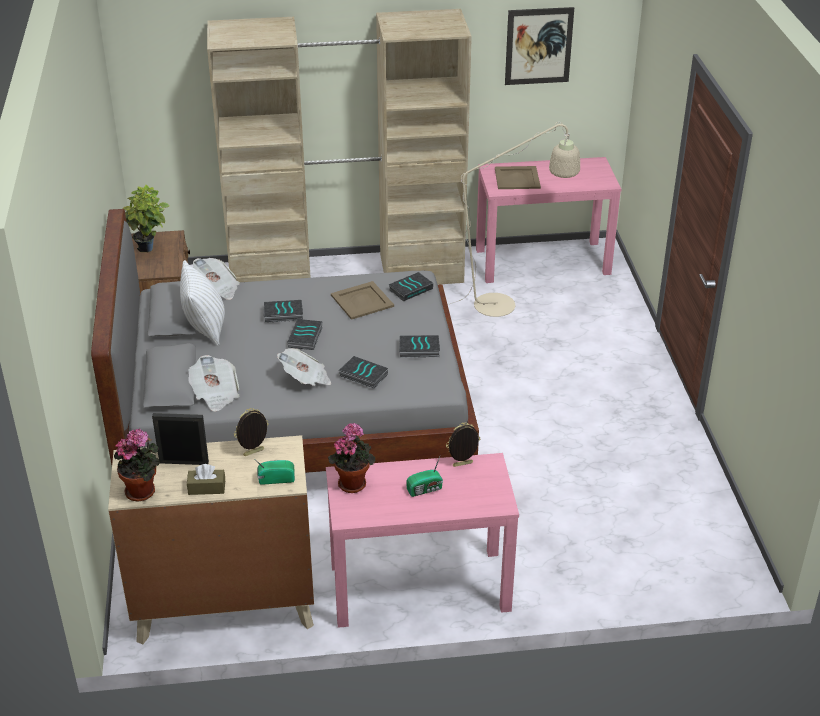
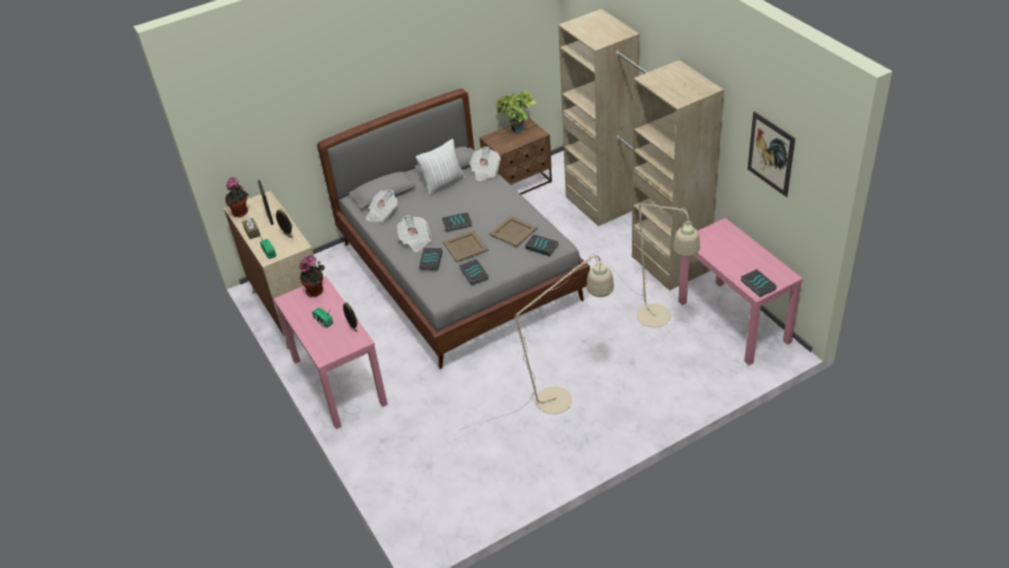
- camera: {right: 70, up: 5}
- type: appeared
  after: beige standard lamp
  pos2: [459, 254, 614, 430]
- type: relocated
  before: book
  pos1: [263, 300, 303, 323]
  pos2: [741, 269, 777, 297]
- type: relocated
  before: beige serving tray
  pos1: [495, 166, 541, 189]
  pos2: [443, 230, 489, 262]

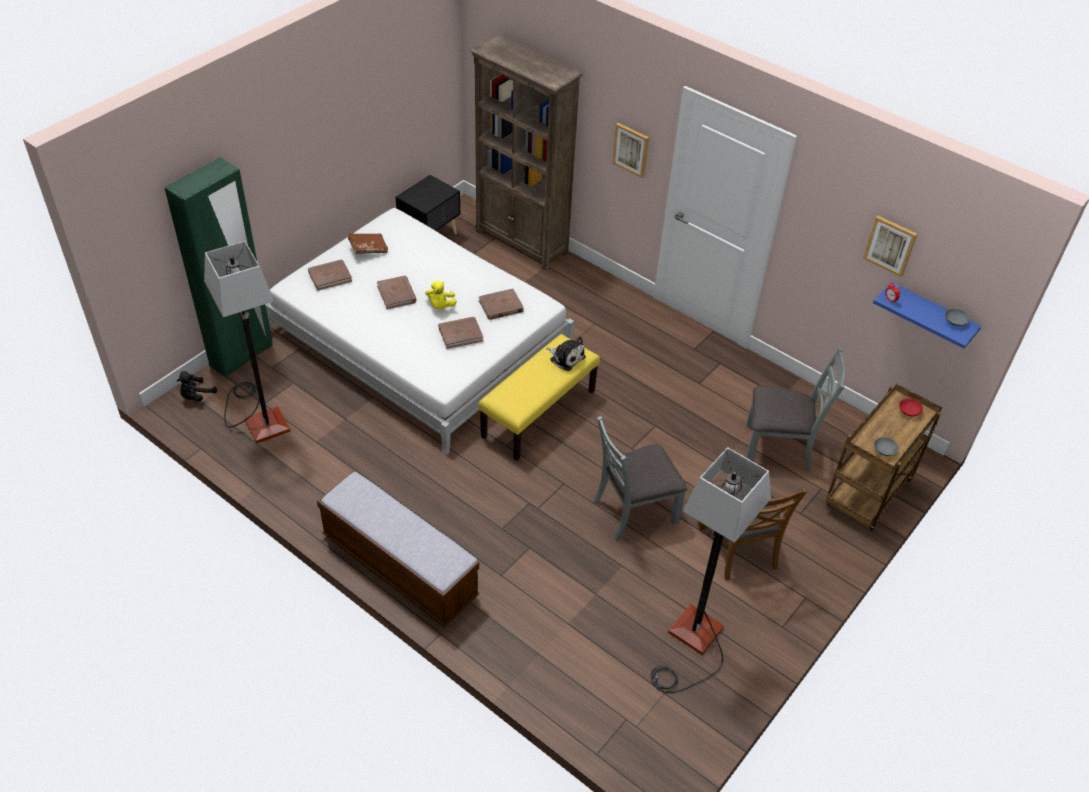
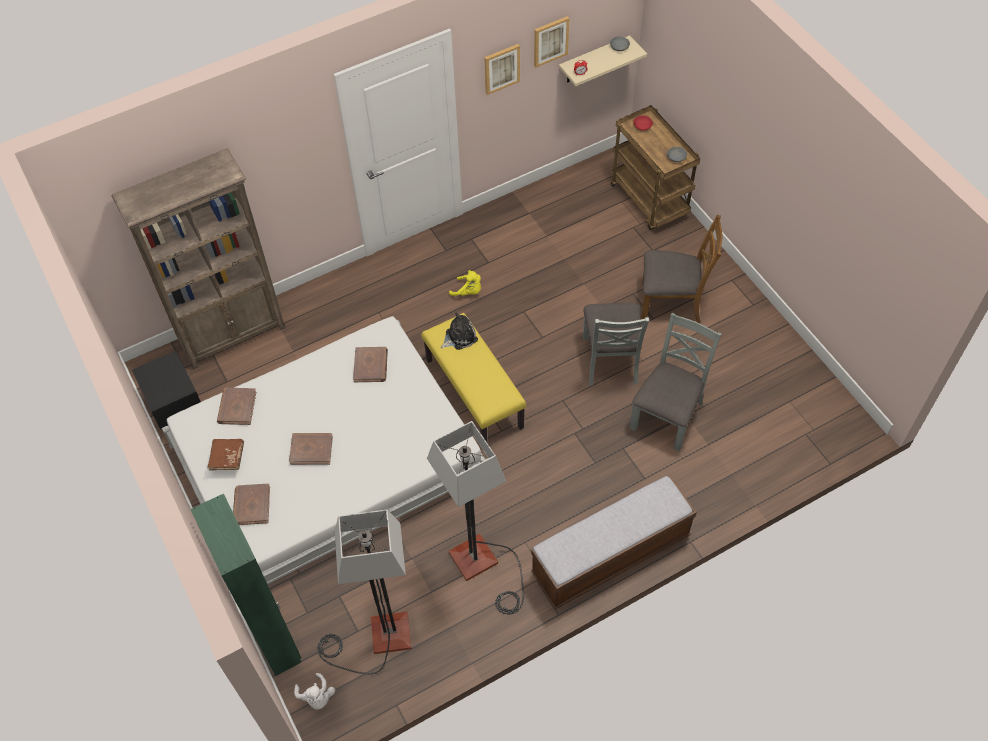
- camera: {right: -65, up: 10}
- type: relocated
  before: yellow-coloured soft toy
  pos1: [425, 281, 457, 309]
  pos2: [449, 270, 481, 296]
- type: relocated
  before: brown book
  pos1: [438, 317, 483, 349]
  pos2: [217, 388, 256, 425]
- type: relocated
  before: wall art
  pos1: [612, 123, 649, 178]
  pos2: [484, 44, 520, 95]
- type: relocated
  before: standard lamp
  pos1: [651, 447, 771, 693]
  pos2: [427, 421, 524, 614]
- type: relocated
  before: gray upright chair
  pos1: [746, 347, 845, 471]
  pos2: [629, 313, 722, 451]
- type: colour
  before: black-coloured soft toy
  after: white soft toy
  pos1: [177, 371, 217, 402]
  pos2: [294, 673, 335, 710]
- type: colour
  before: blue-coloured bracket shelf
  after: beige bracket shelf
  pos1: [873, 282, 982, 349]
  pos2: [559, 35, 647, 86]

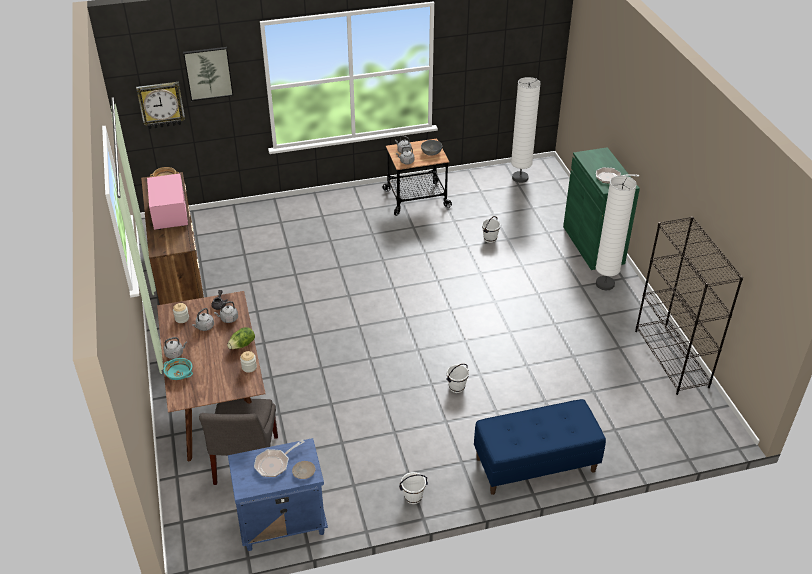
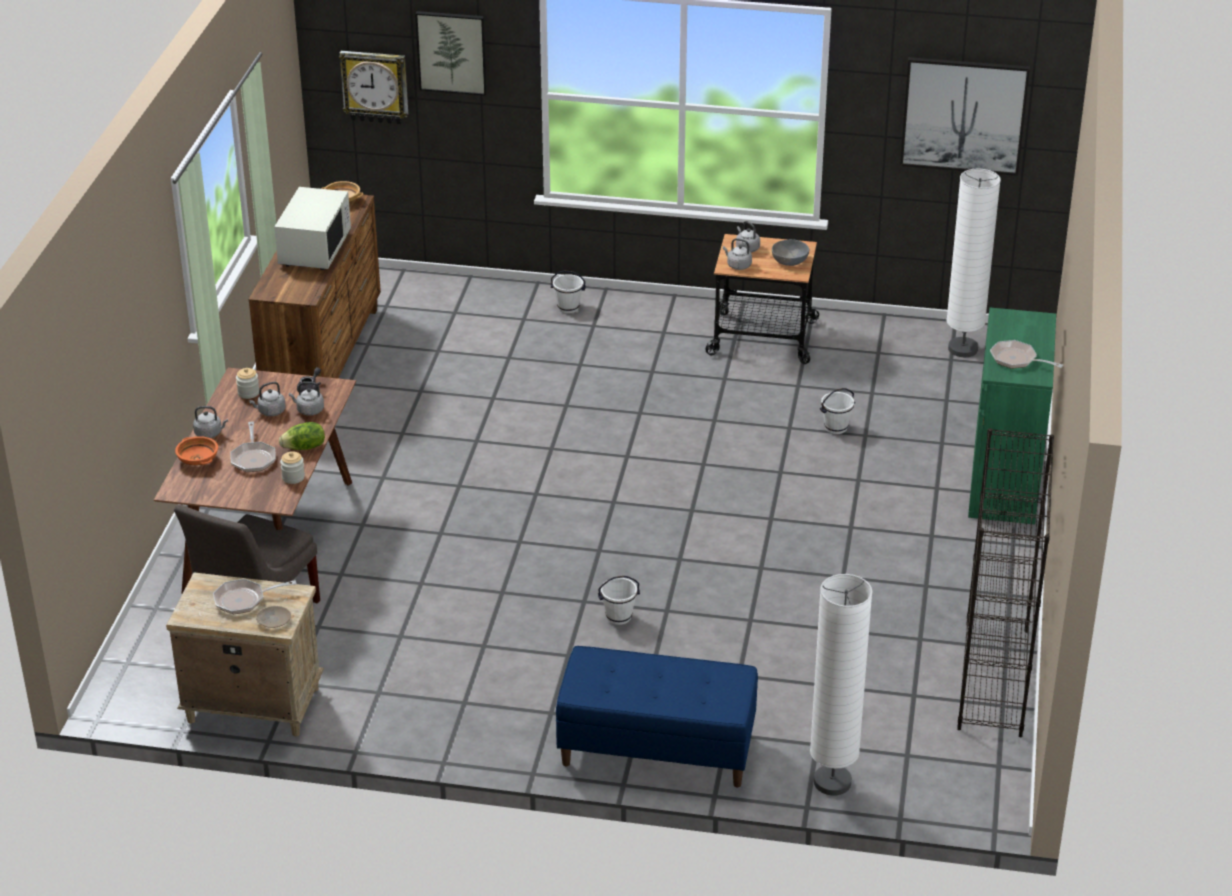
- camera: {right: 25, up: -5}
- type: appeared
  after: pan
  pos2: [230, 421, 276, 472]
- type: appeared
  after: wall art
  pos2: [900, 57, 1030, 176]
- type: relocated
  before: white pail
  pos1: [399, 472, 428, 504]
  pos2: [551, 271, 586, 314]
- type: relocated
  before: white standard lamp
  pos1: [596, 176, 637, 290]
  pos2: [810, 574, 872, 796]
- type: colour
  before: pink microwave
  after: white microwave
  pos1: [147, 173, 188, 230]
  pos2: [274, 187, 351, 270]
- type: colour
  before: turquoise-coloured deep dish
  after: orange-coloured deep dish
  pos1: [163, 358, 193, 380]
  pos2: [175, 436, 218, 465]
- type: colour
  before: blue-coloured nightstand
  after: beige nightstand
  pos1: [228, 438, 328, 551]
  pos2: [166, 572, 324, 736]

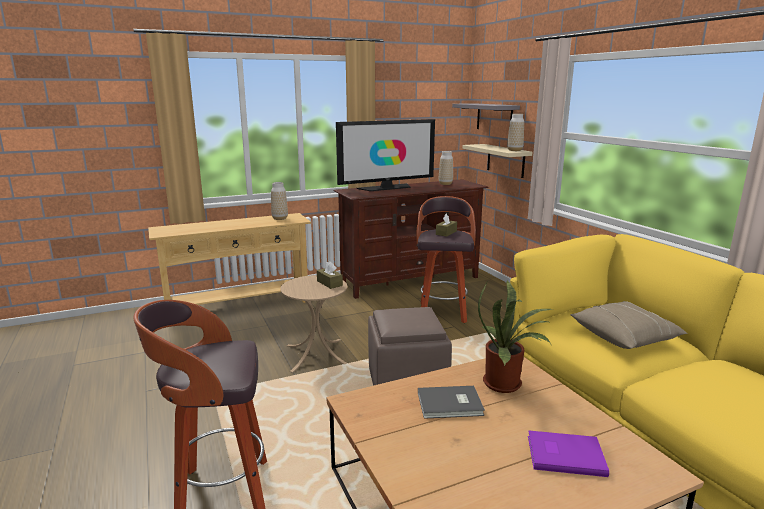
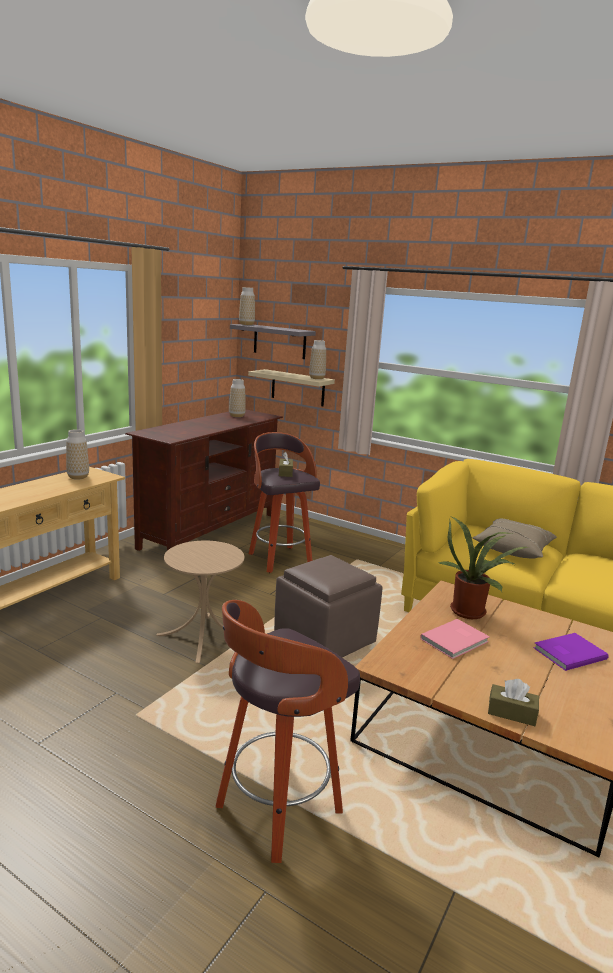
- camera: {right: -35, up: 0}
- type: missing
  before: television
  pos1: [336, 119, 435, 191]
- type: appeared
  after: decorative vase
  pos2: [239, 287, 255, 325]
- type: relocated
  before: brown box of tissues
  pos1: [317, 262, 343, 289]
  pos2: [488, 679, 539, 726]
- type: colour
  before: gray book
  after: pink book
  pos1: [418, 386, 485, 419]
  pos2: [420, 619, 490, 659]

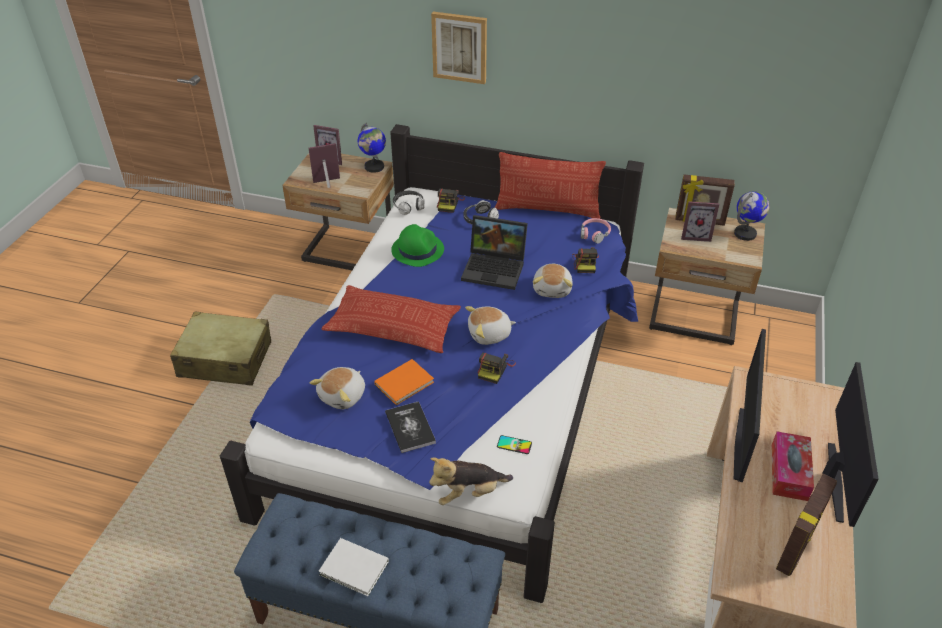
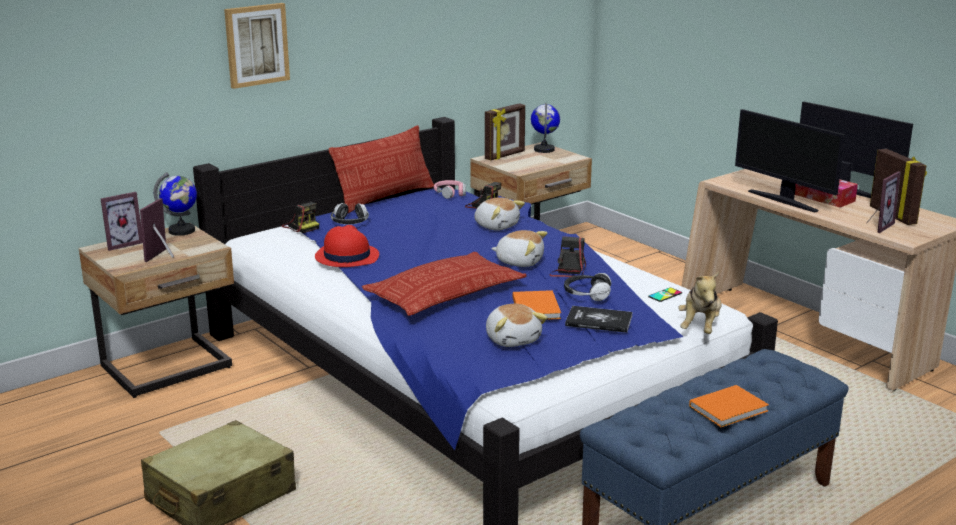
- camera: {right: -55, up: -20}
- type: missing
  before: notebook computer
  pos1: [461, 215, 528, 290]
- type: relocated
  before: headset
  pos1: [393, 191, 425, 215]
  pos2: [564, 273, 611, 301]
- type: relocated
  before: picture frame
  pos1: [681, 202, 720, 242]
  pos2: [867, 171, 901, 233]
- type: colour
  before: white book
  after: orange-coloured book
  pos1: [318, 538, 389, 596]
  pos2: [689, 385, 769, 427]
- type: colour
  before: green-coloured wearable hat
  after: red-coloured wearable hat
  pos1: [391, 224, 444, 267]
  pos2: [315, 225, 379, 267]
- type: spun
  before: soft toy
  pos1: [465, 306, 516, 345]
  pos2: [491, 230, 547, 267]
  turn: -90
- type: spun
  before: still camera
  pos1: [478, 353, 516, 384]
  pos2: [549, 236, 586, 277]
  turn: -135

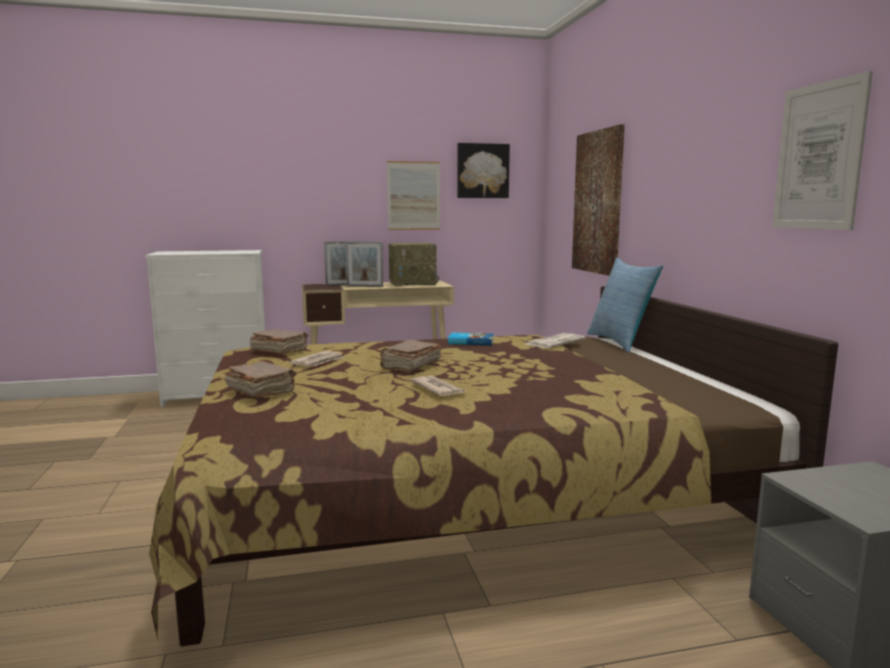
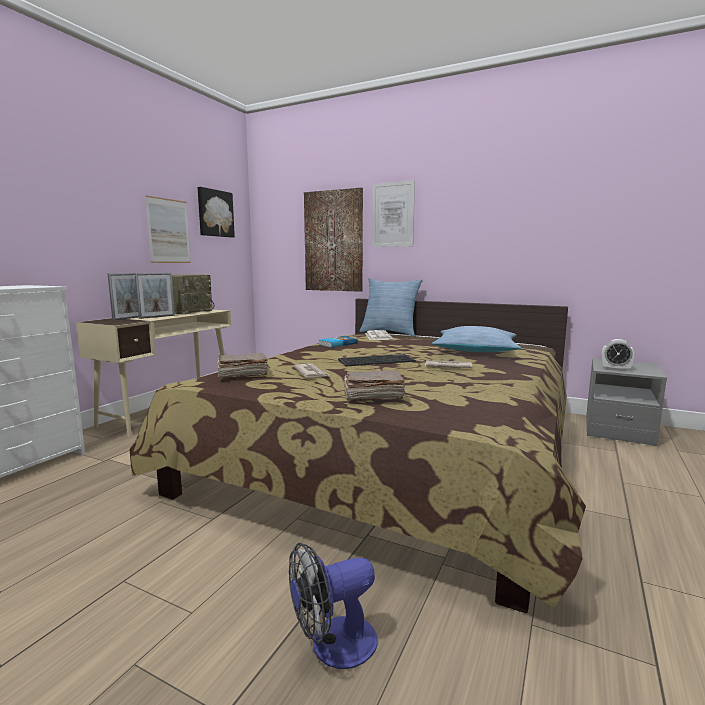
- camera: {right: -50, up: 0}
- type: appeared
  after: fan
  pos2: [289, 543, 378, 669]
- type: appeared
  after: pillow
  pos2: [432, 326, 521, 352]
- type: appeared
  after: bedside clock
  pos2: [601, 339, 634, 371]
- type: relocated
  before: wall art
  pos1: [772, 71, 873, 230]
  pos2: [372, 180, 415, 247]
- type: exchanged
  before: brown book
  after: PC keyboard
  pos1: [380, 340, 441, 373]
  pos2: [338, 354, 416, 366]

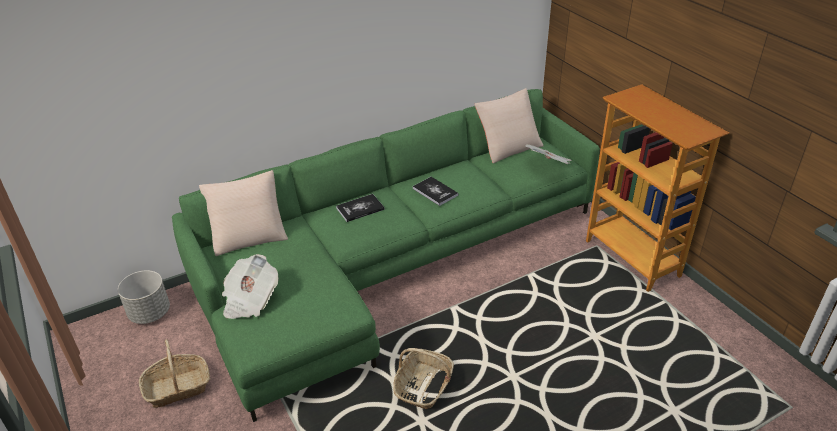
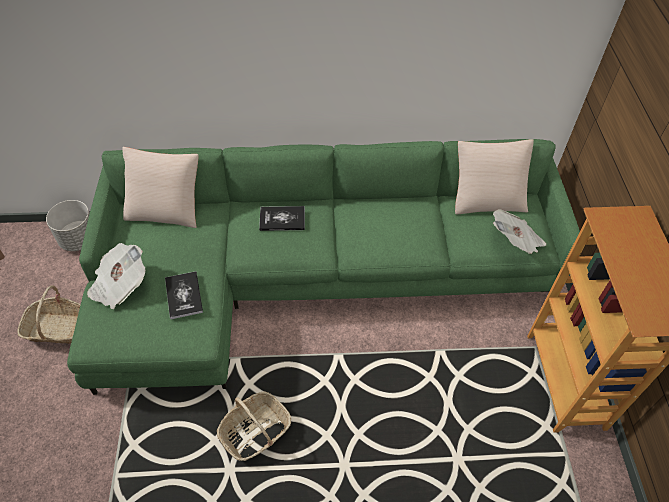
- camera: {right: 25, up: 15}
- type: relocated
  before: book
  pos1: [413, 177, 458, 206]
  pos2: [165, 271, 203, 319]

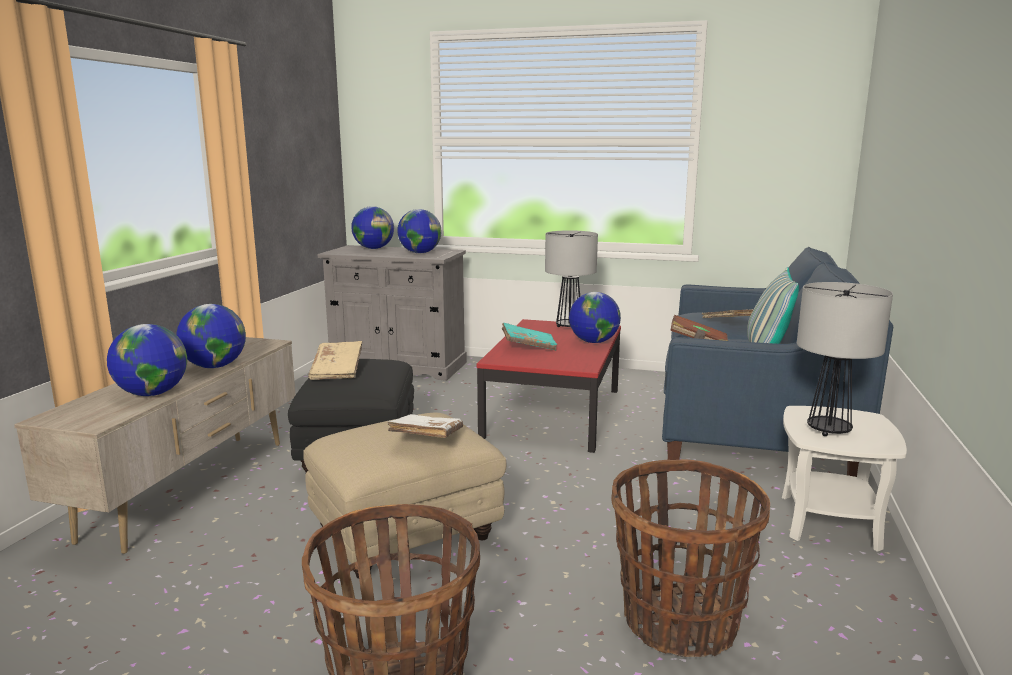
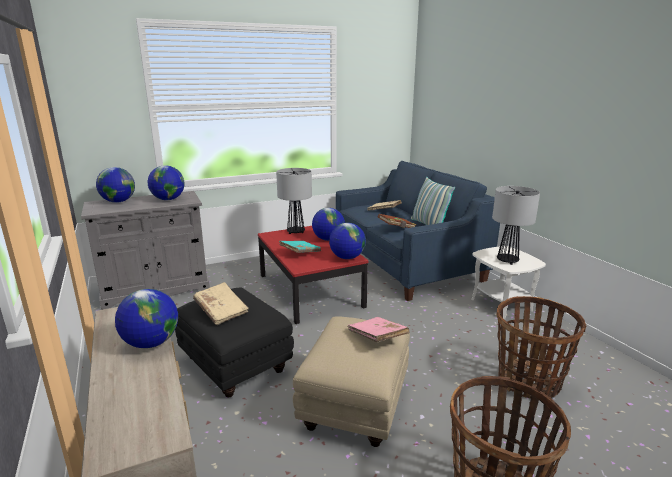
- camera: {right: -40, up: 5}
- type: relocated
  before: globe
  pos1: [107, 324, 187, 396]
  pos2: [329, 223, 366, 259]
- type: colour
  before: white book
  after: pink book
  pos1: [387, 414, 463, 438]
  pos2: [347, 317, 410, 342]

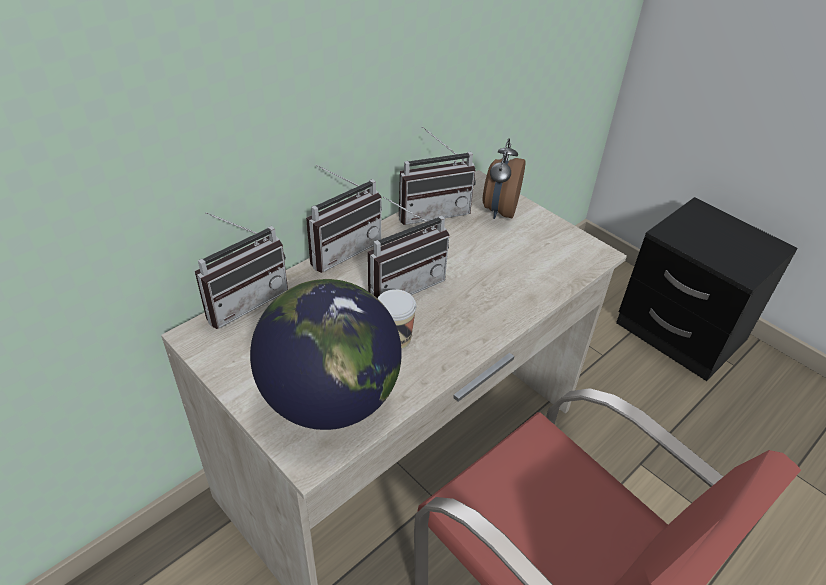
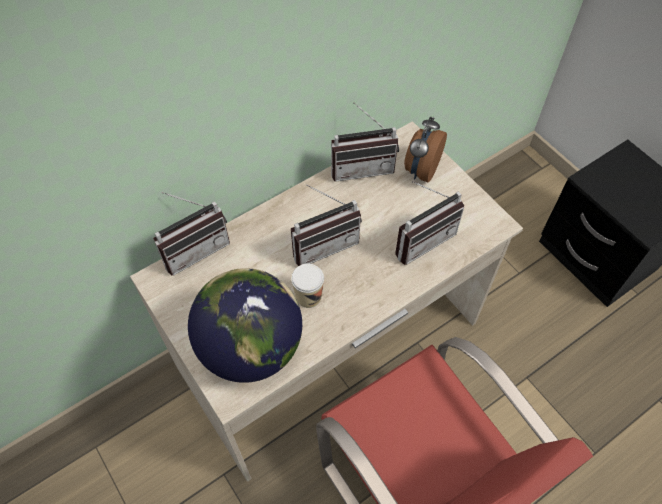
- camera: {right: 10, up: 15}
- type: relocated
  before: radio
  pos1: [306, 165, 382, 273]
  pos2: [395, 181, 464, 265]

